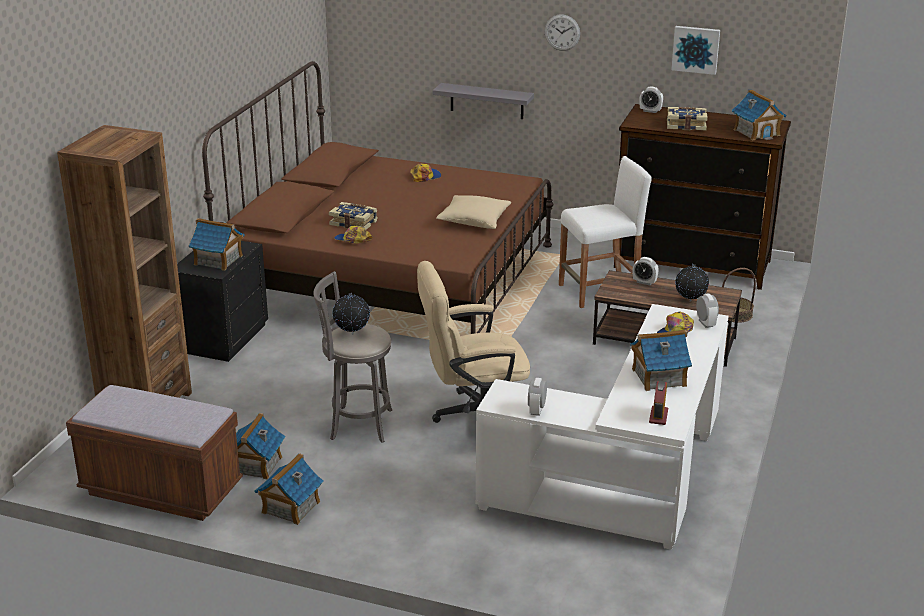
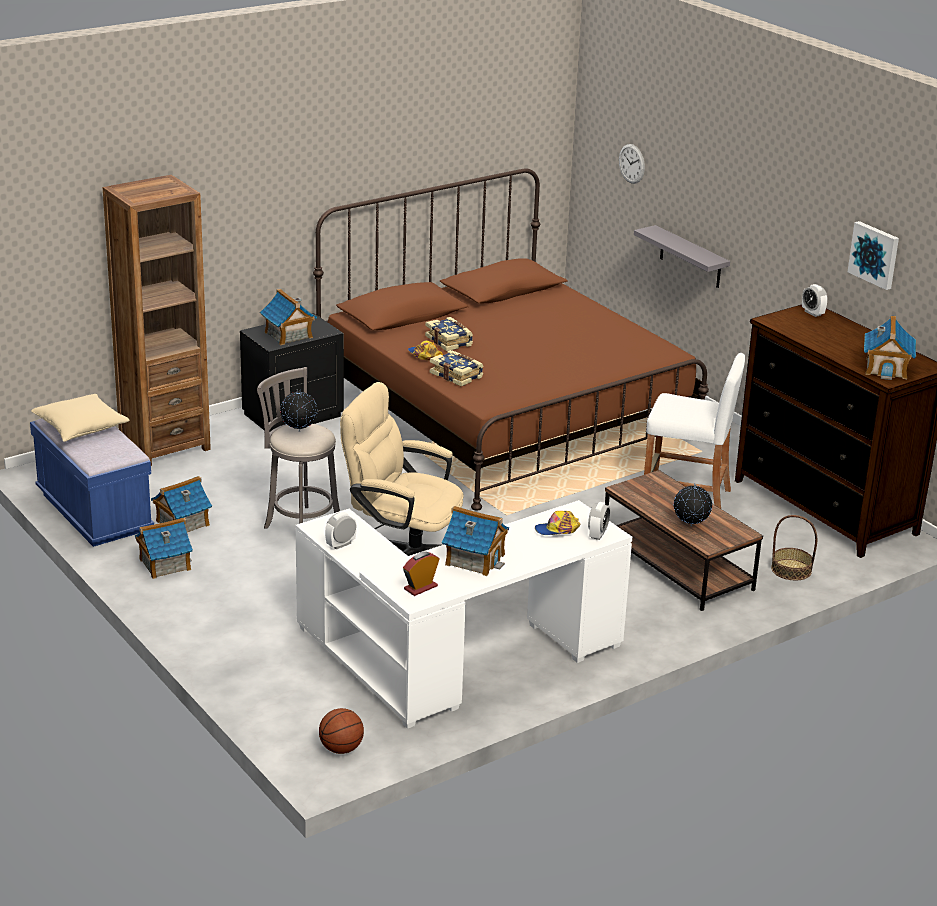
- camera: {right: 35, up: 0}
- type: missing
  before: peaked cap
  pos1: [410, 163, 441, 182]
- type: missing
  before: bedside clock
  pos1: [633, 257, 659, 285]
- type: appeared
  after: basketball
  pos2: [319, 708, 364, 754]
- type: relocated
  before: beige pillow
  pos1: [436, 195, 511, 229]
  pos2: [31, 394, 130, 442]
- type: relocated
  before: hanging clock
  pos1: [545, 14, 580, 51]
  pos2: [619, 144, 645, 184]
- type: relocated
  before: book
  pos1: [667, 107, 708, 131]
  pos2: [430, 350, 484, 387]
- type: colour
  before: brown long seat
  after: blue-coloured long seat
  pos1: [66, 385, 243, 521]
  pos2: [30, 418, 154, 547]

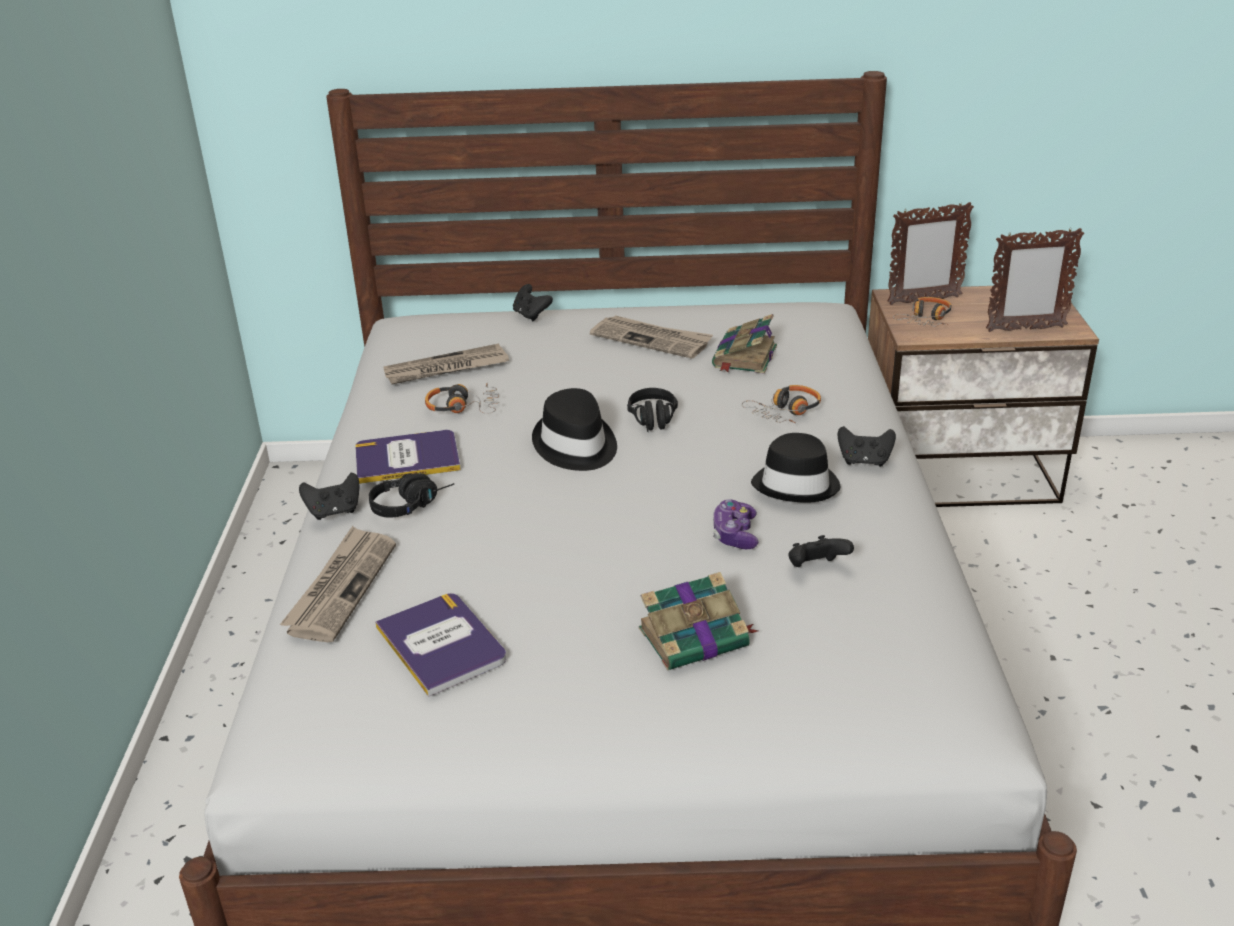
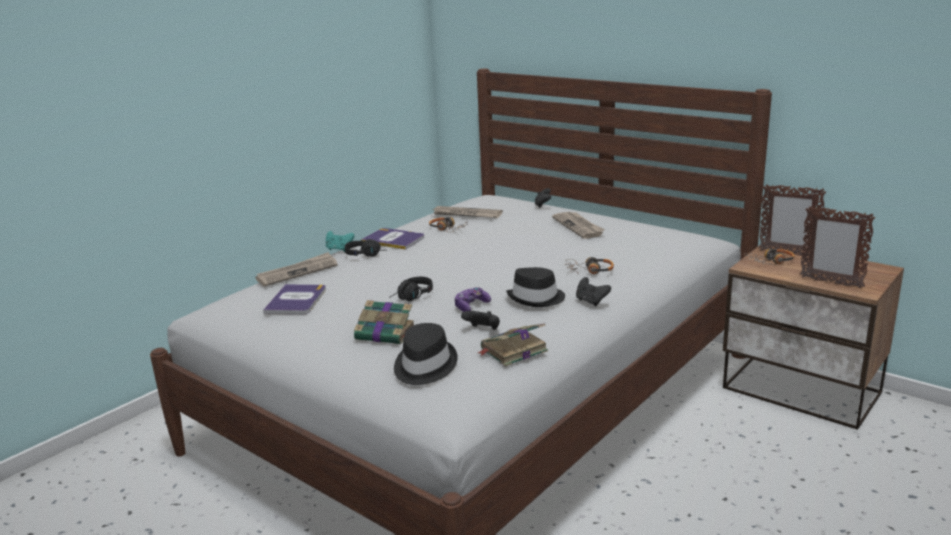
- camera: {right: 40, up: -10}
- type: relocated
  before: black-coloured wearable hat
  pos1: [532, 388, 617, 471]
  pos2: [394, 323, 458, 385]
- type: relocated
  before: black-coloured headset
  pos1: [627, 388, 678, 432]
  pos2: [389, 277, 433, 301]
- type: relocated
  before: book
  pos1: [712, 314, 777, 374]
  pos2: [478, 323, 548, 367]
- type: colour
  before: black-coloured game controller
  after: turquoise-coloured game controller
  pos1: [299, 473, 359, 520]
  pos2: [326, 231, 355, 252]

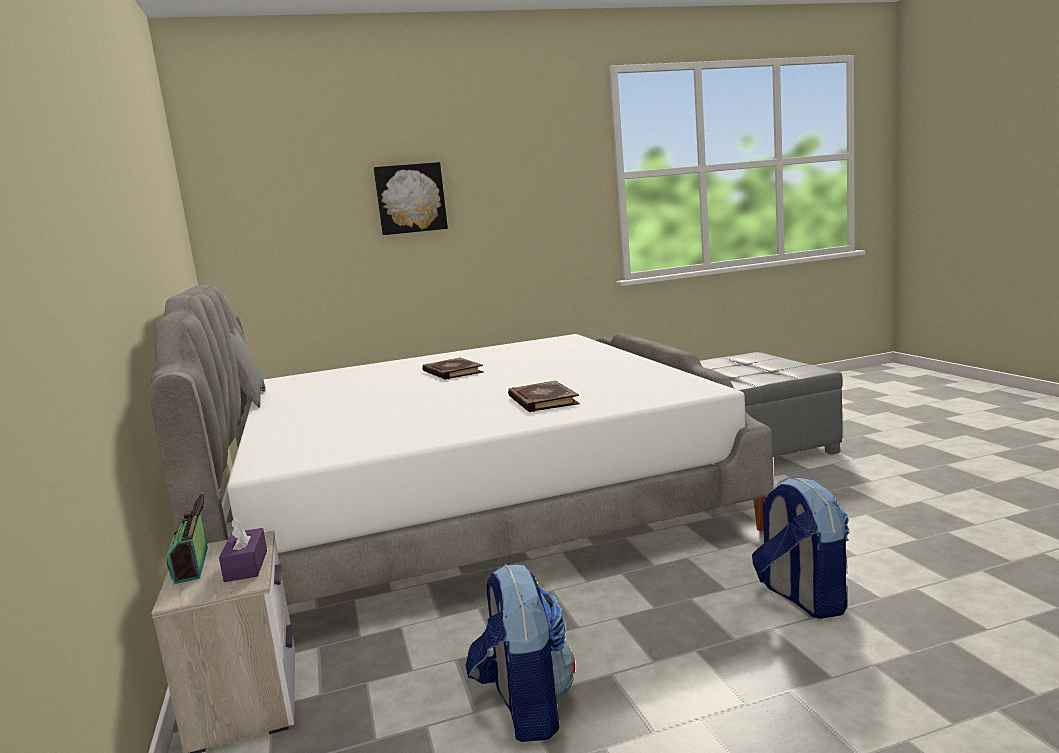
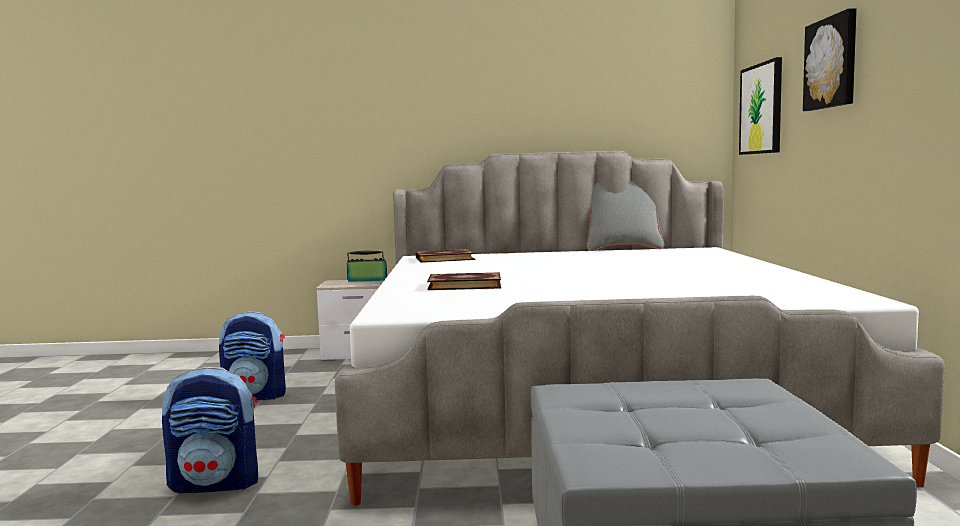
- camera: {right: 105, up: -5}
- type: missing
  before: purple-coloured box of tissues
  pos1: [219, 518, 267, 582]
- type: appeared
  after: wall art
  pos2: [739, 57, 782, 155]
- type: relocated
  before: book
  pos1: [422, 357, 483, 380]
  pos2: [416, 249, 476, 263]

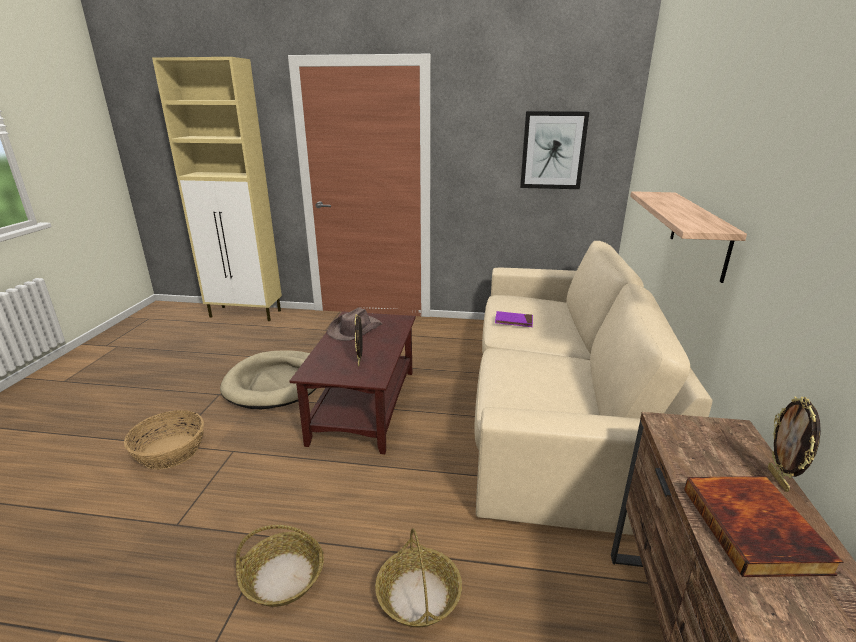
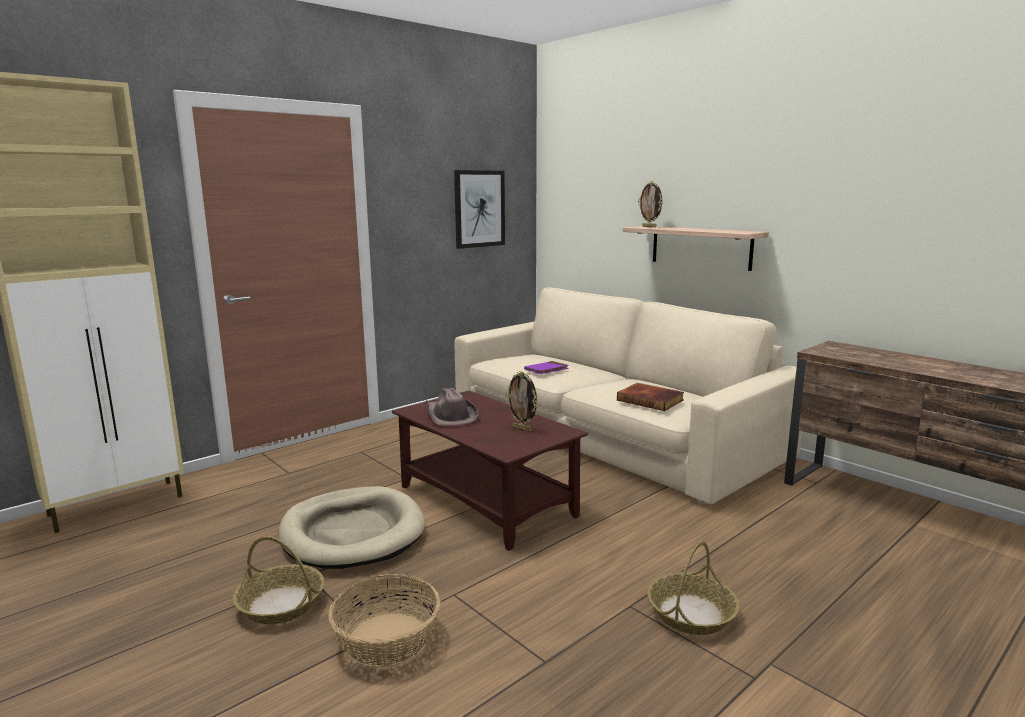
- camera: {right: -50, up: -10}
- type: relocated
  before: basket
  pos1: [375, 528, 462, 627]
  pos2: [233, 536, 324, 624]
- type: relocated
  before: book
  pos1: [684, 476, 843, 577]
  pos2: [617, 383, 684, 411]
- type: relocated
  before: picture frame
  pos1: [768, 397, 821, 492]
  pos2: [638, 181, 663, 227]

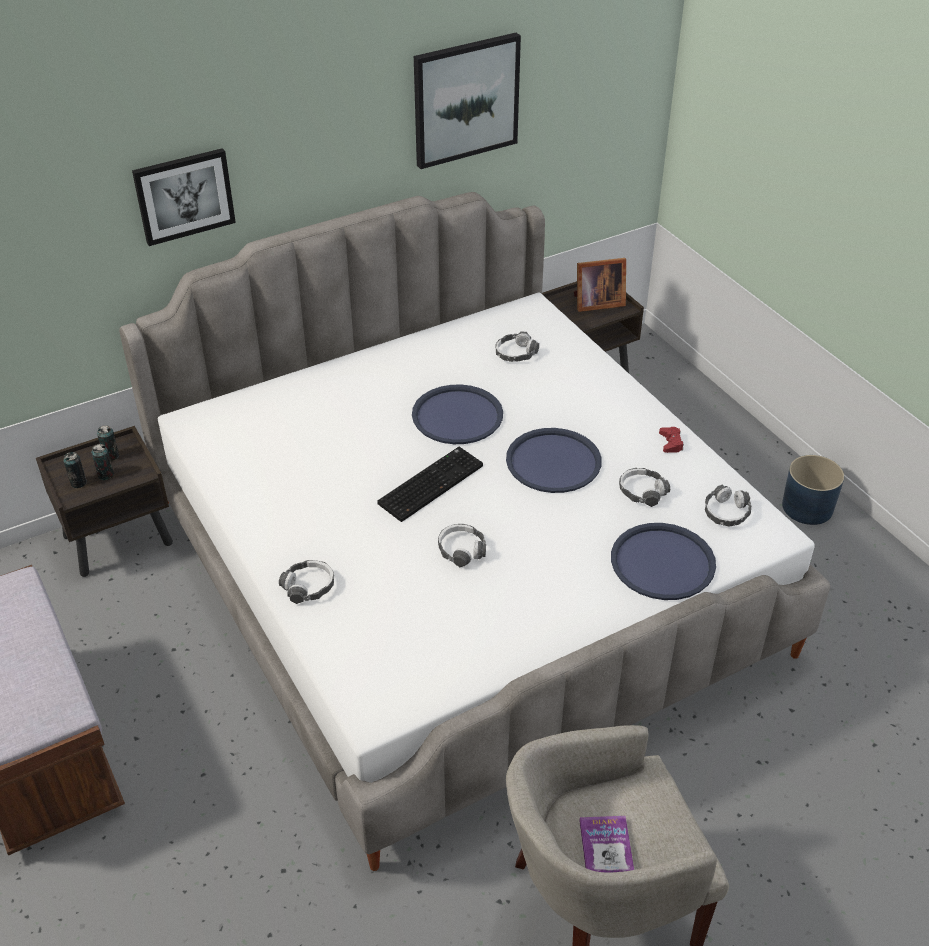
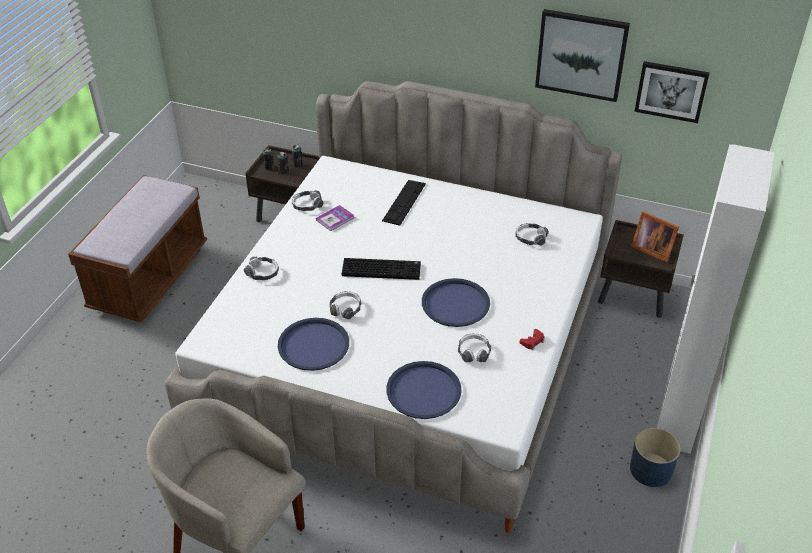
- camera: {right: 50, up: 0}
- type: appeared
  after: PC keyboard
  pos2: [382, 180, 426, 226]
- type: appeared
  after: white clothes cupboard
  pos2: [657, 144, 774, 454]
- type: relocated
  before: wall art
  pos1: [132, 148, 236, 246]
  pos2: [634, 61, 710, 123]
- type: relocated
  before: blue-coloured serving tray
  pos1: [412, 384, 503, 444]
  pos2: [278, 318, 349, 371]
- type: relocated
  before: book
  pos1: [580, 816, 634, 873]
  pos2: [316, 205, 354, 231]
- type: relocated
  before: headset
  pos1: [705, 485, 751, 527]
  pos2: [292, 190, 324, 211]

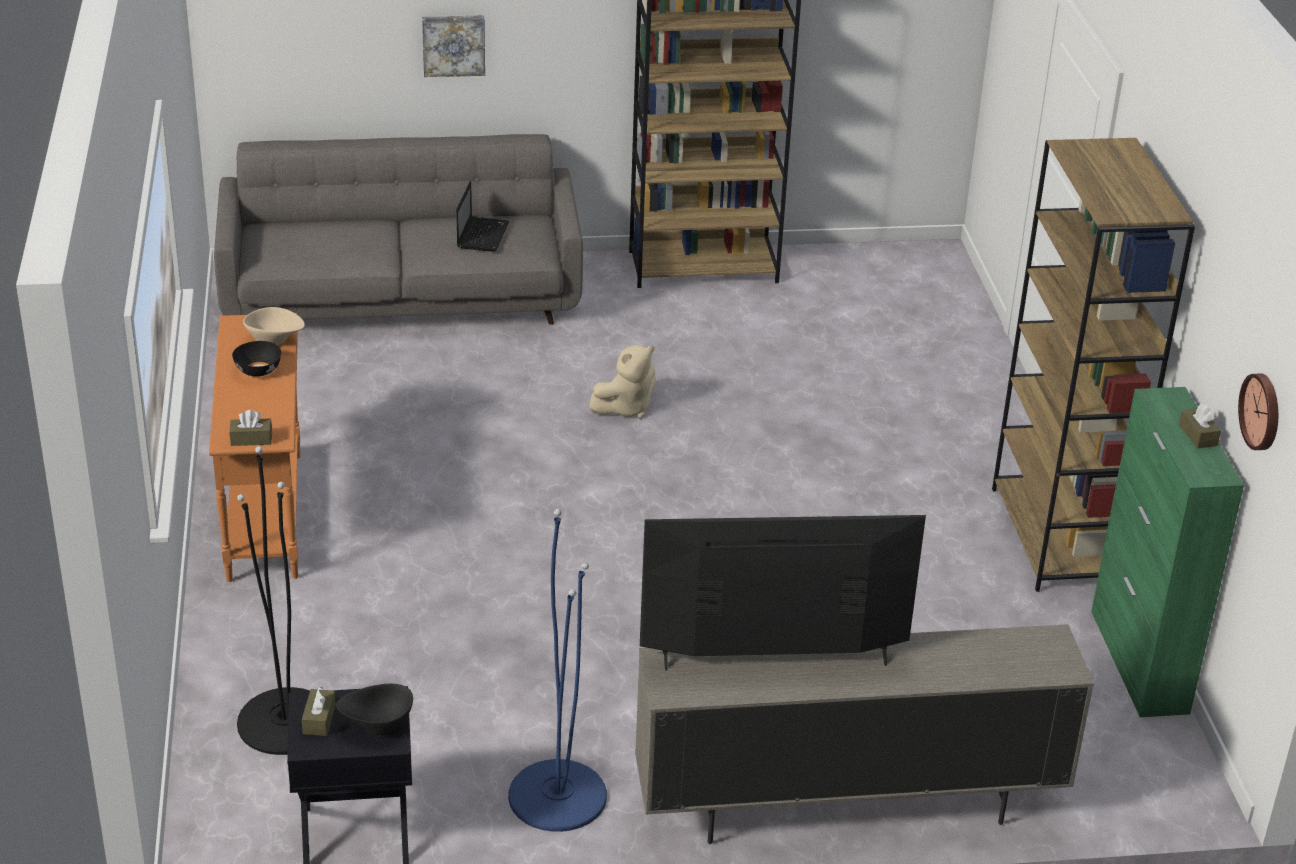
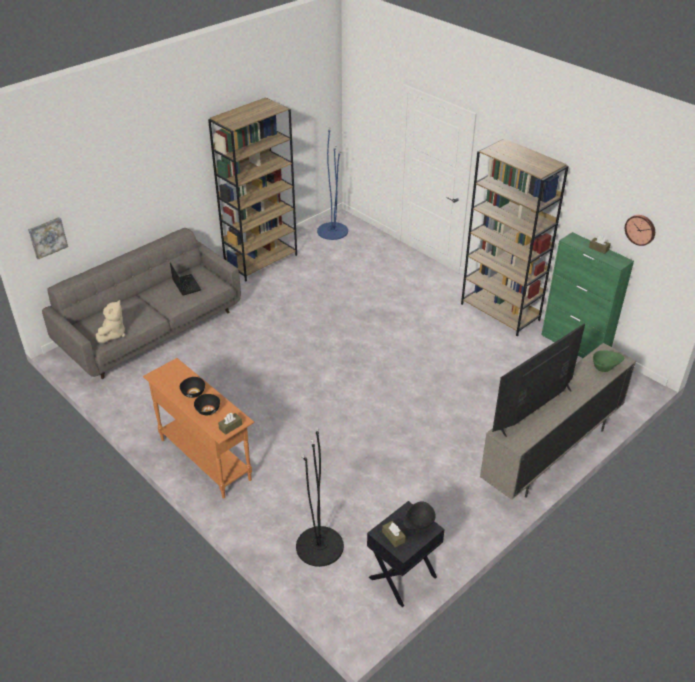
- camera: {right: -35, up: 5}
- type: missing
  before: beige deep dish
  pos1: [243, 307, 305, 345]
- type: appeared
  after: black-coloured deep dish
  pos2: [194, 394, 220, 415]
- type: appeared
  after: green-coloured deep dish
  pos2: [593, 350, 624, 372]
- type: relocated
  before: wall art
  pos1: [422, 15, 485, 77]
  pos2: [28, 217, 68, 260]
- type: relocated
  before: blue-coloured standard lamp
  pos1: [508, 509, 607, 832]
  pos2: [317, 127, 348, 240]
- type: relocated
  before: beige soft toy
  pos1: [589, 345, 656, 419]
  pos2: [96, 300, 125, 343]

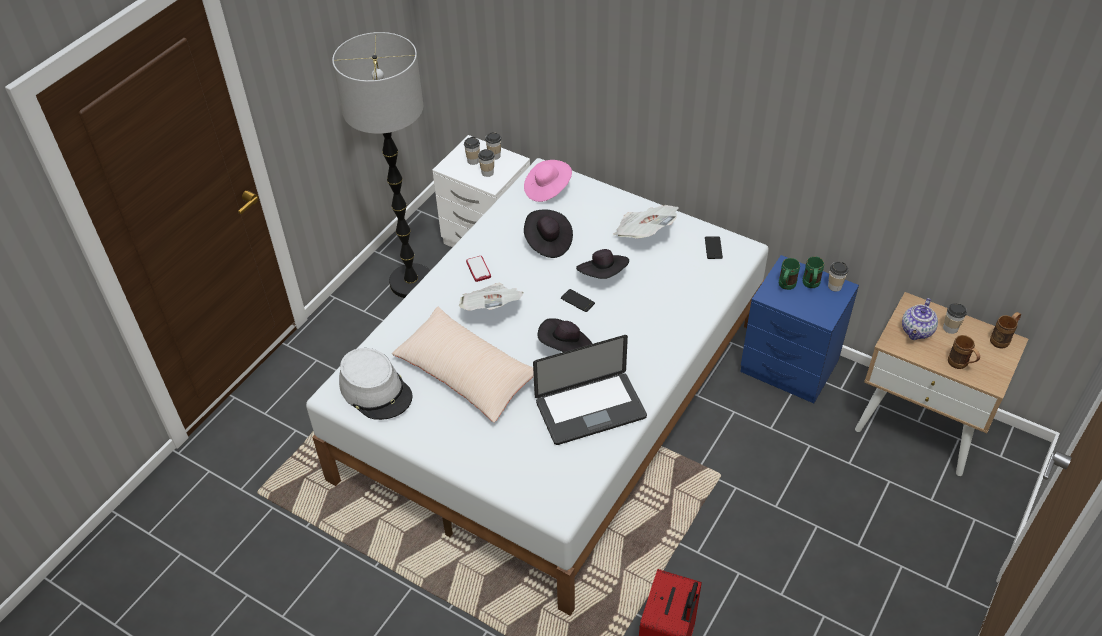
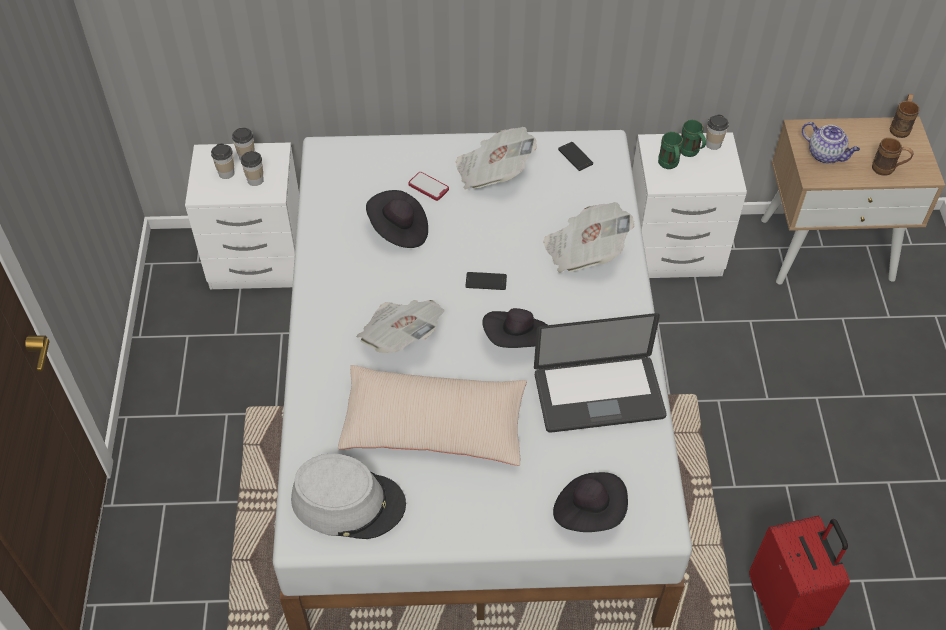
- camera: {right: -35, up: 5}
- type: missing
  before: standard lamp
  pos1: [332, 32, 431, 298]
- type: missing
  before: pink wearable hat
  pos1: [524, 160, 572, 202]
- type: missing
  before: cup
  pos1: [943, 303, 967, 334]
- type: appeared
  after: printed paper
  pos2: [543, 202, 634, 273]
- type: relocated
  before: telephone
  pos1: [466, 256, 491, 282]
  pos2: [408, 172, 449, 201]
- type: relocated
  before: black-coloured wearable hat
  pos1: [576, 249, 629, 279]
  pos2: [553, 472, 628, 532]
- type: colour
  before: blue-coloured nightstand
  after: white nightstand
  pos1: [740, 255, 859, 403]
  pos2: [632, 132, 747, 278]
- type: spun
  before: notebook computer
  pos1: [533, 335, 647, 445]
  pos2: [534, 313, 667, 433]
  turn: 45
- type: spun
  before: teapot
  pos1: [902, 298, 938, 340]
  pos2: [802, 122, 860, 164]
  turn: -45

